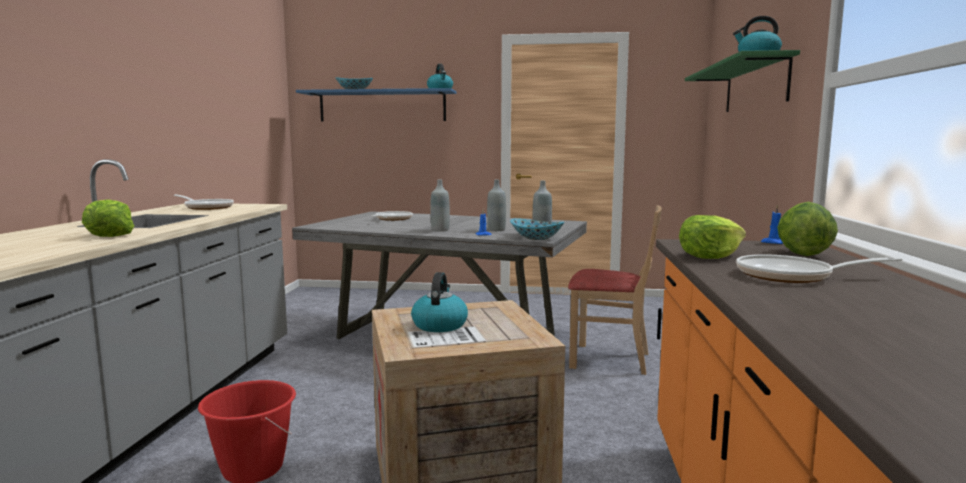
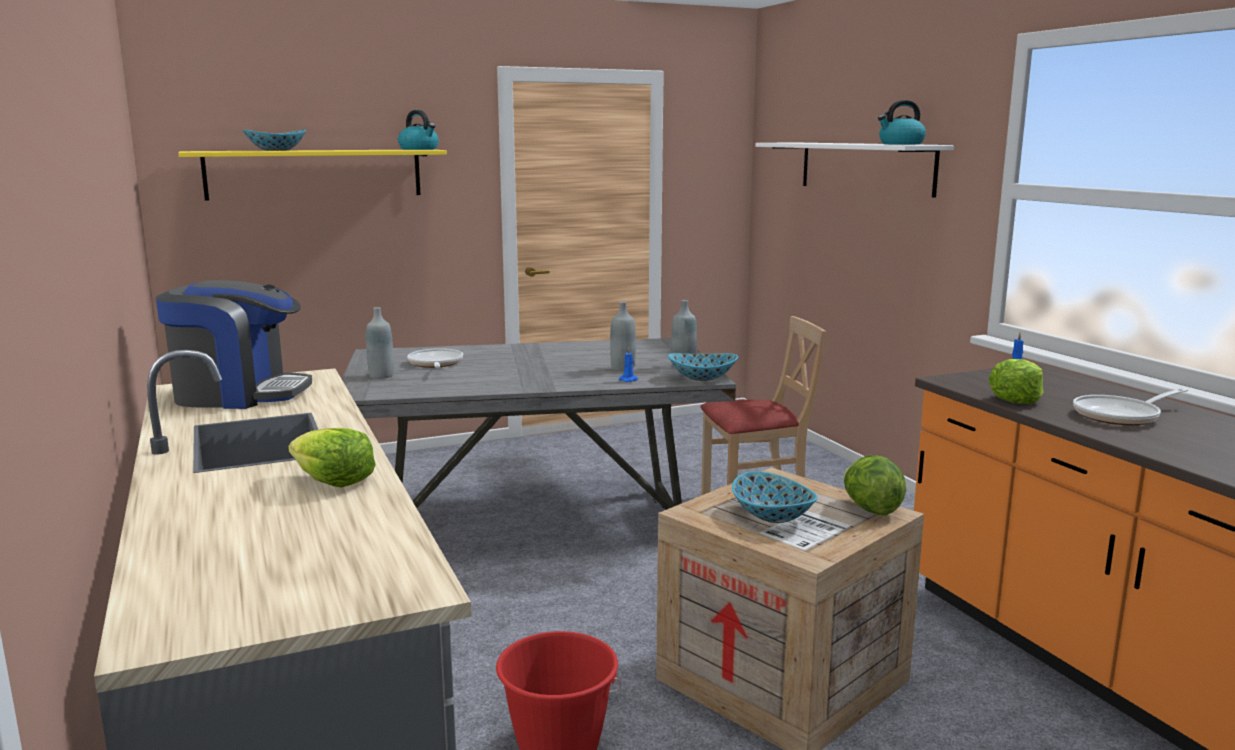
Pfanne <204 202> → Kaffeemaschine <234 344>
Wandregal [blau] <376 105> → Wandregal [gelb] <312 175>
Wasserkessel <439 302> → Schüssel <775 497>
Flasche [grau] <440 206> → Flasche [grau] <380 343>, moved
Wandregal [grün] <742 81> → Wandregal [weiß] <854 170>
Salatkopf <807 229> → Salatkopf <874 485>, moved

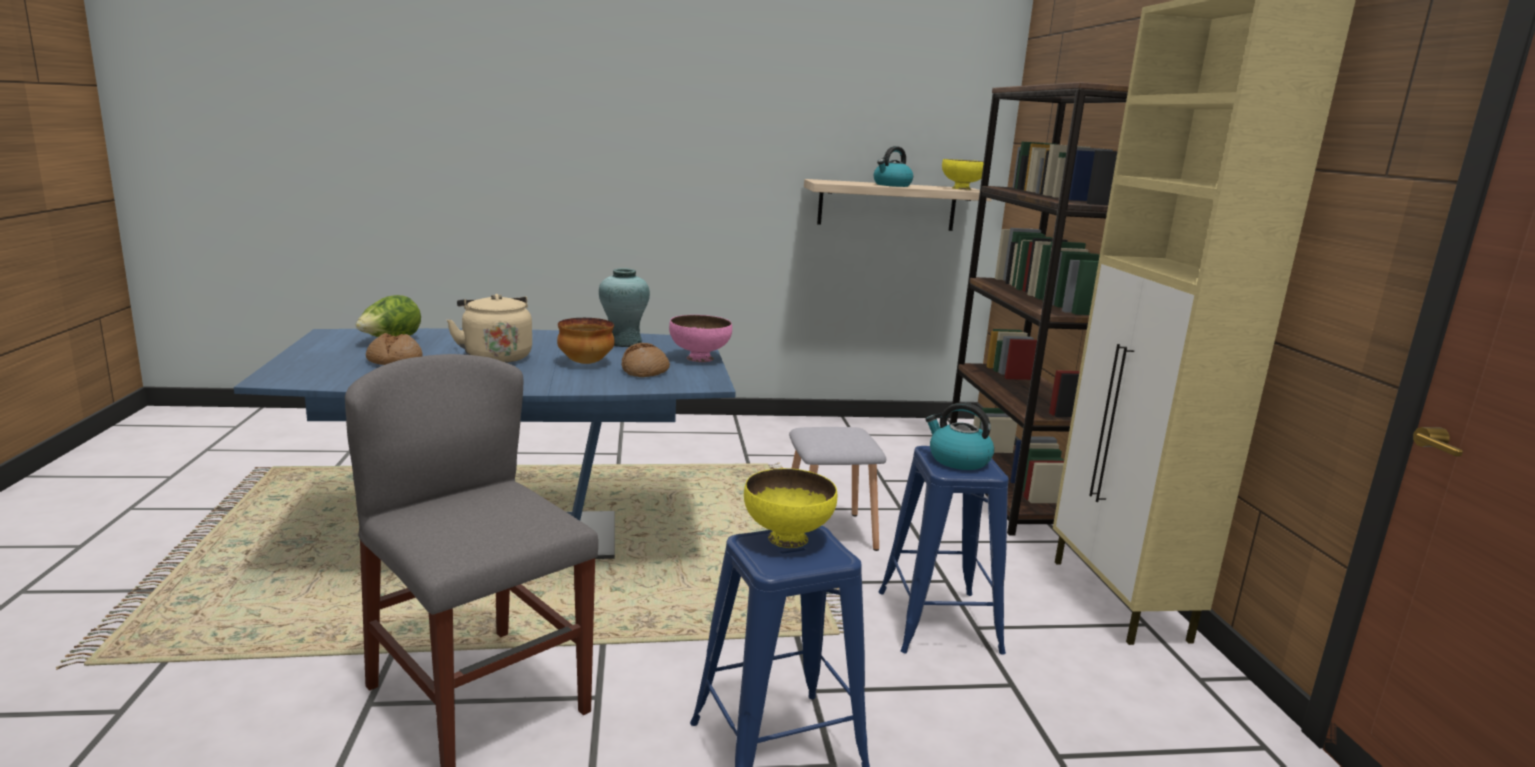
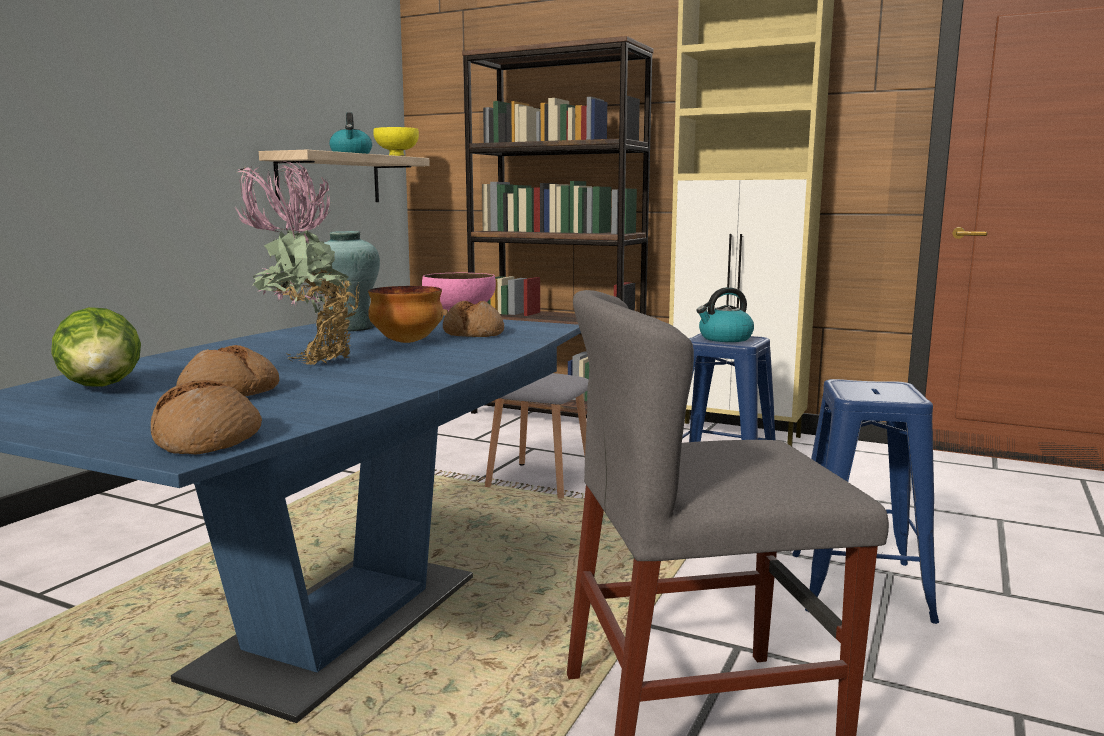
Wasserkessel [beige] <489 328> → Topfpflanze <297 263>
Schüssel [gelb] <790 508> → -
- → Brot <206 417>

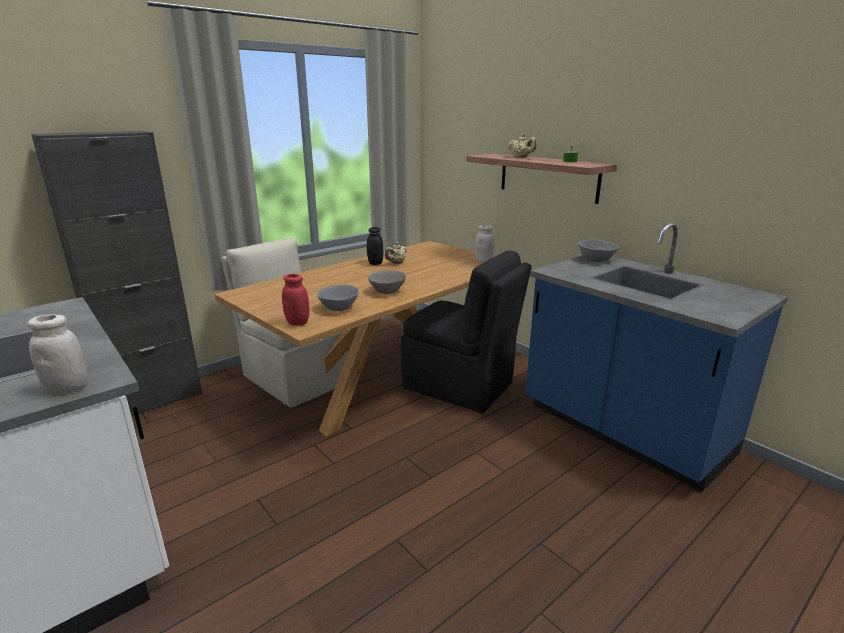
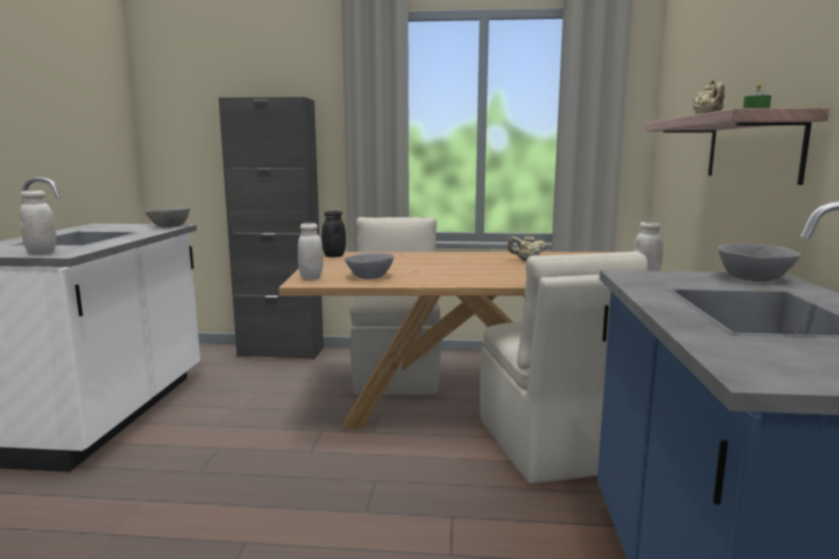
Vorratsglas [rot] <295 300> → Vorratsglas [weiß] <310 251>
Vorratsglas [schwarz] <375 246> → Vorratsglas [schwarz] <333 234>, moved
Schüssel [grau] <387 282> → Schüssel [grau] <168 217>, moved
Stuhl [schwarz] <466 331> → Stuhl [beige] <564 367>

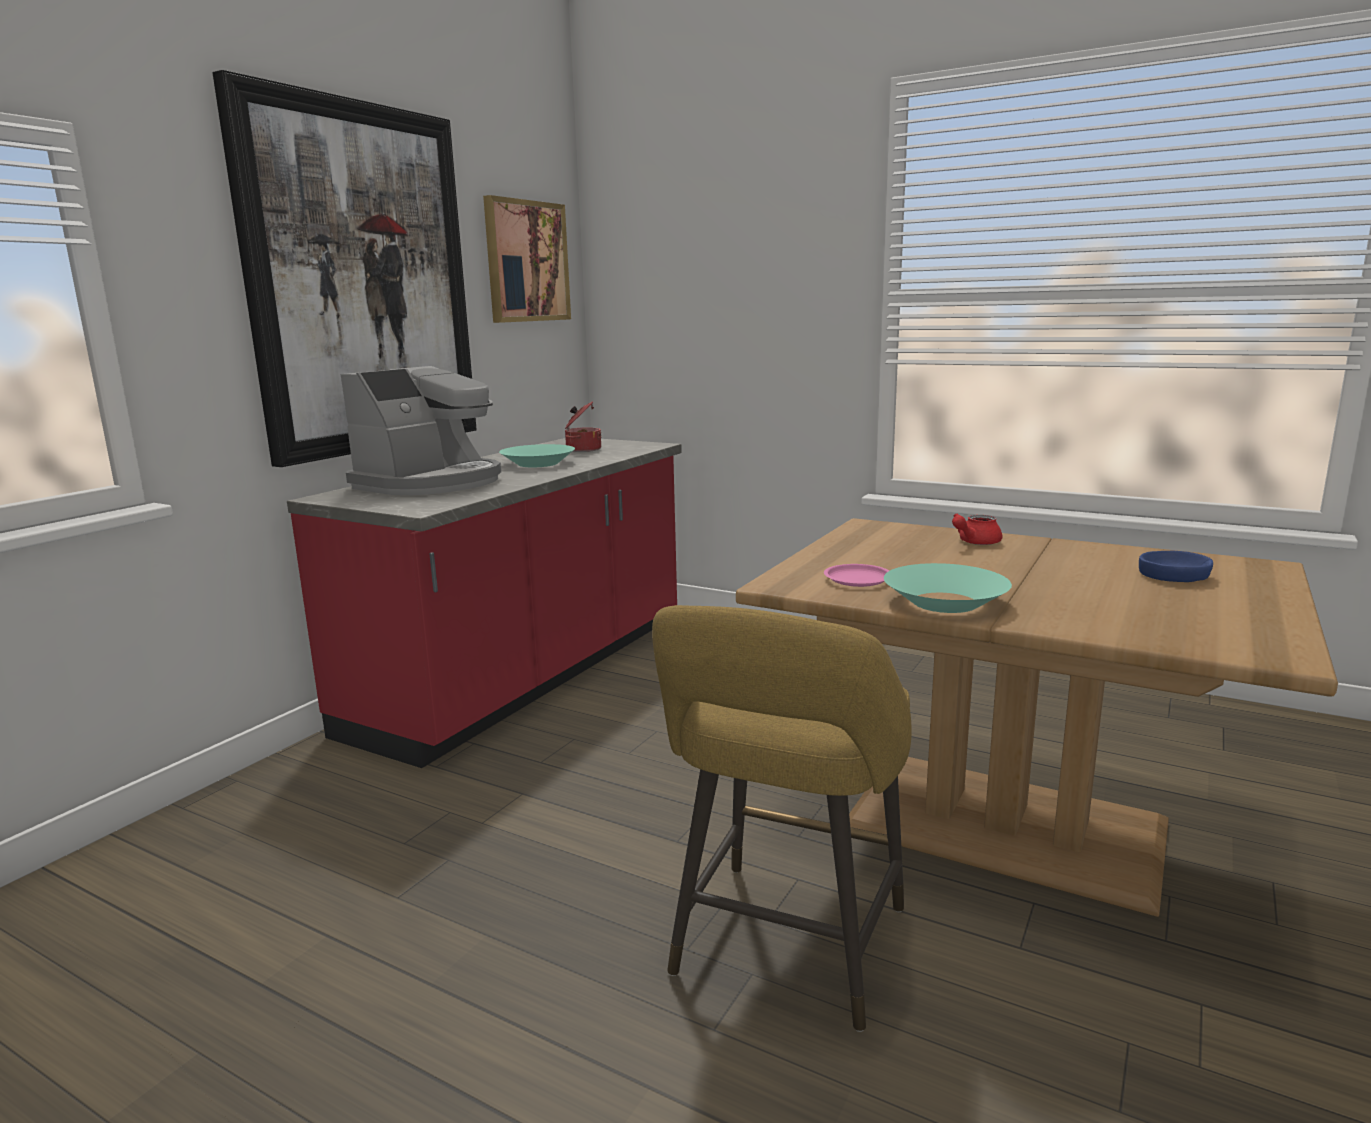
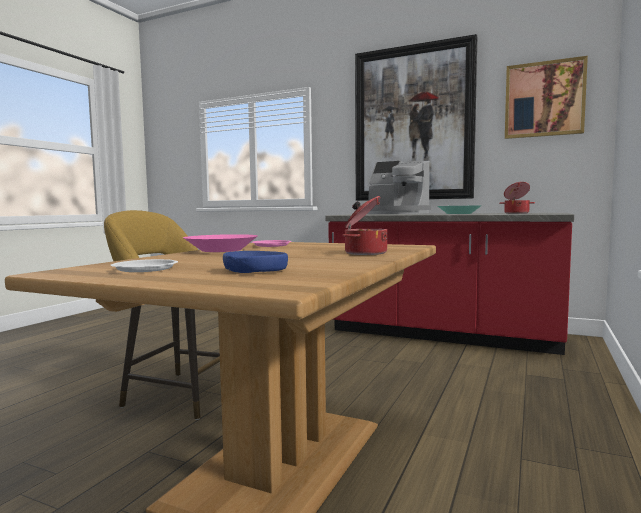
Schüssel [türkis] <948 588> → Schüssel [rosa] <220 243>
Teekanne [rot] <977 529> → Kochtopf <364 225>
- → Teller [weiß] <144 265>

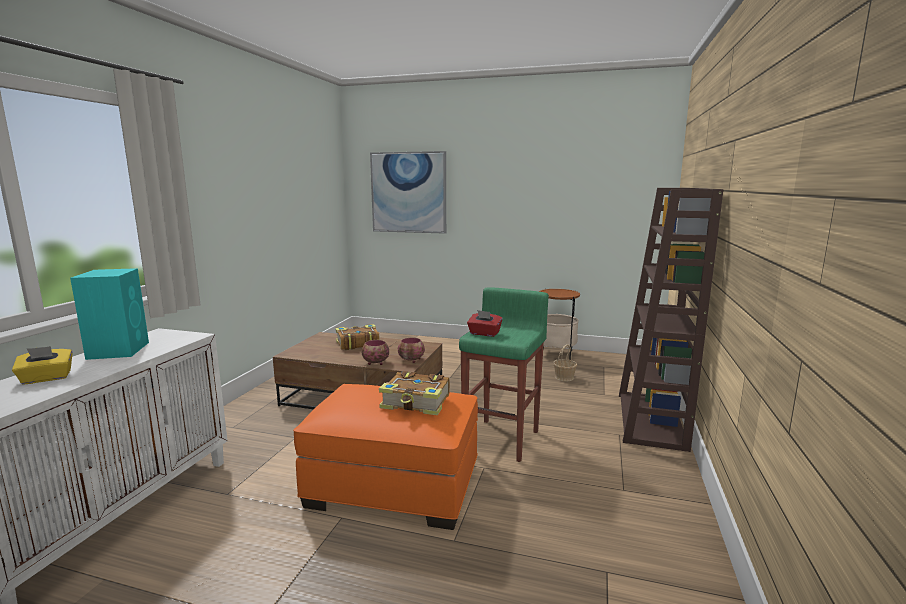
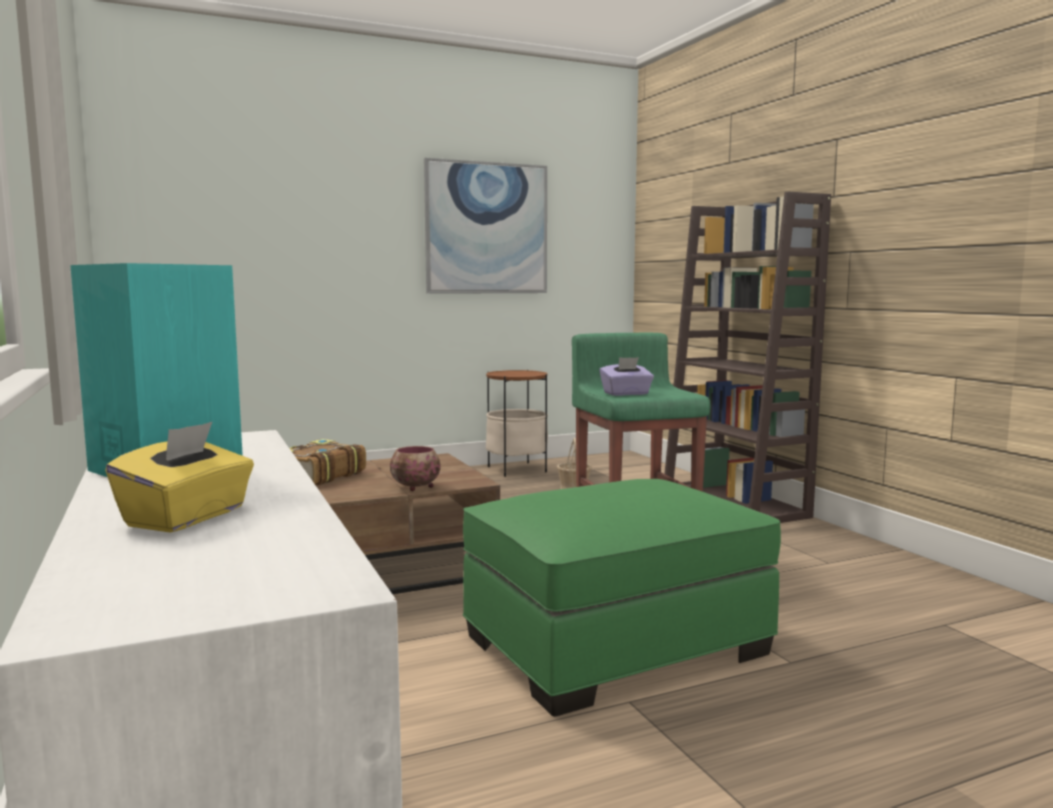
Polsterhocker [orange] <385 457> → Polsterhocker [grün] <622 598>
Bild <408 192> → Bild <485 226>, moved
Buch <414 393> → -
Schüssel <411 350> → -
Taschentuchbox [rot] <484 323> → Taschentuchbox [lila] <627 376>

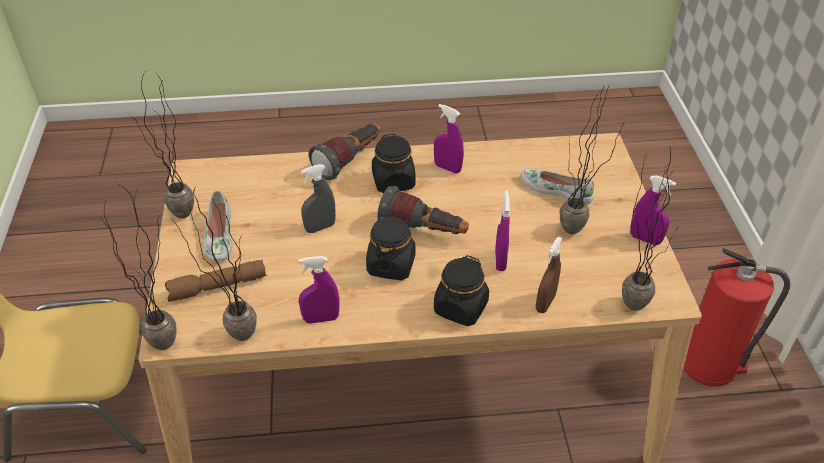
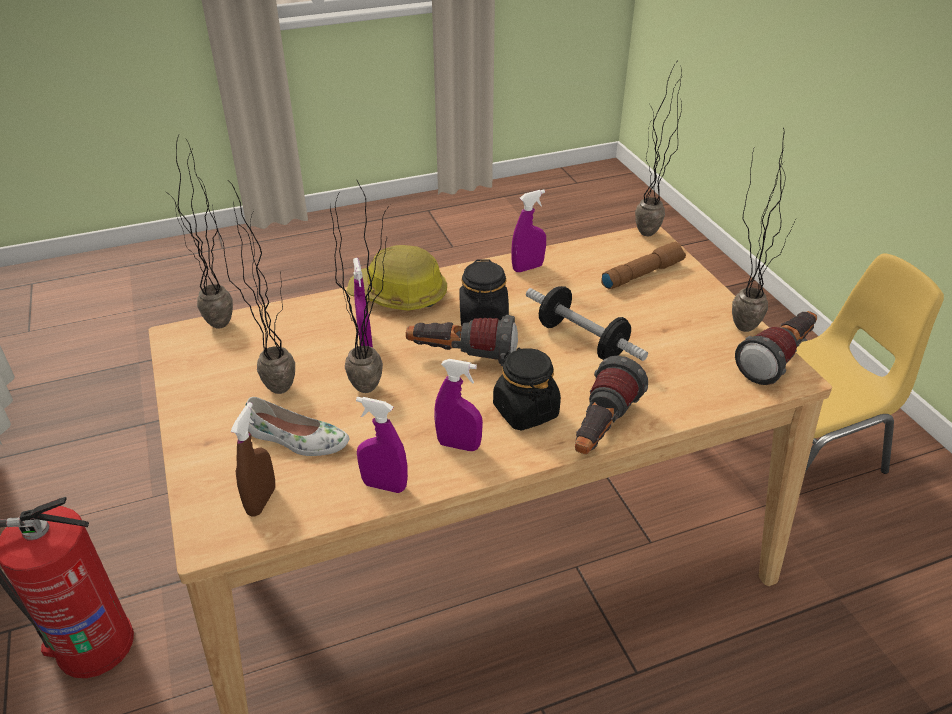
Topfpflanze <214 264> → Topfpflanze <360 286>, moved
Schuh [weiß] <217 225> → -
Sprühflasche [grau] <318 198> → Hantel <587 323>
Vorratsglas [schwarz] <461 290> → Schutzhelm <396 278>
Sprühflasche [braun] <549 275> → Sprühflasche [braun] <252 459>, moved
Sprühflasche [lila] <653 210> → Sprühflasche [lila] <382 445>, moved
- → Taschenlampe <776 348>

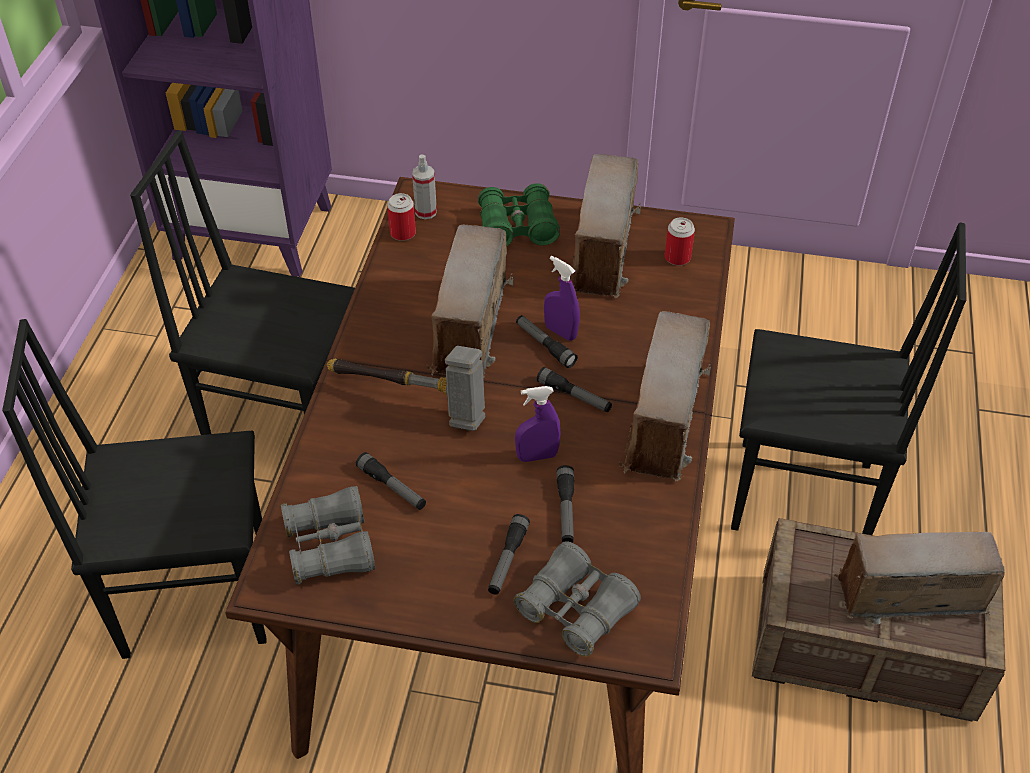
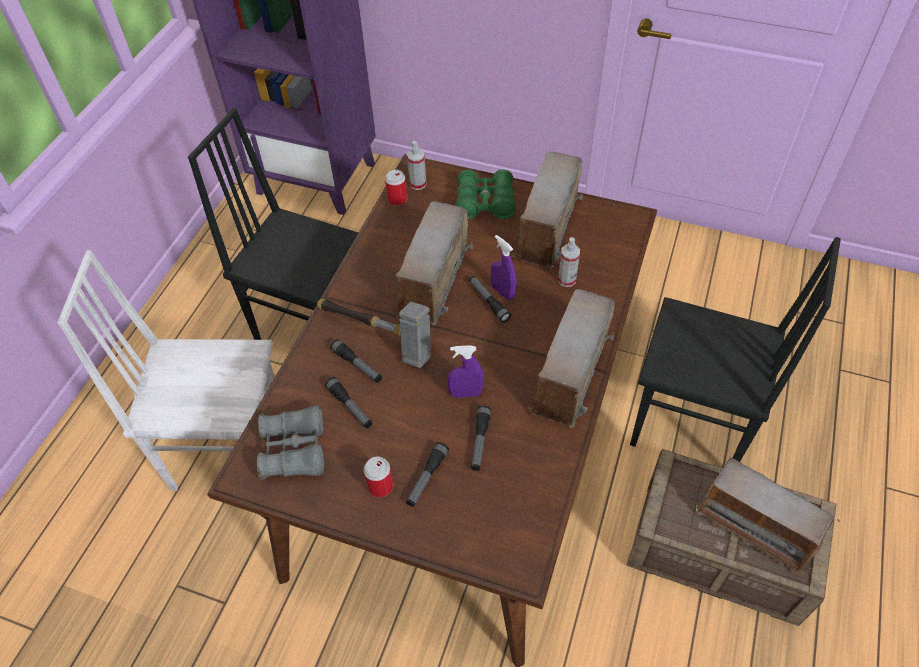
Stuhl [schwarz] <134 489> → Stuhl [weiß] <166 370>
Fernglas [grau] <577 599> → -
Taschenlampe <574 389> → Taschenlampe <356 361>, moved
Dose <680 242> → Dose <378 476>, moved
Radio <919 578> → Radio <768 516>, 150 degrees counterclockwise
- → Sprühflasche <569 262>

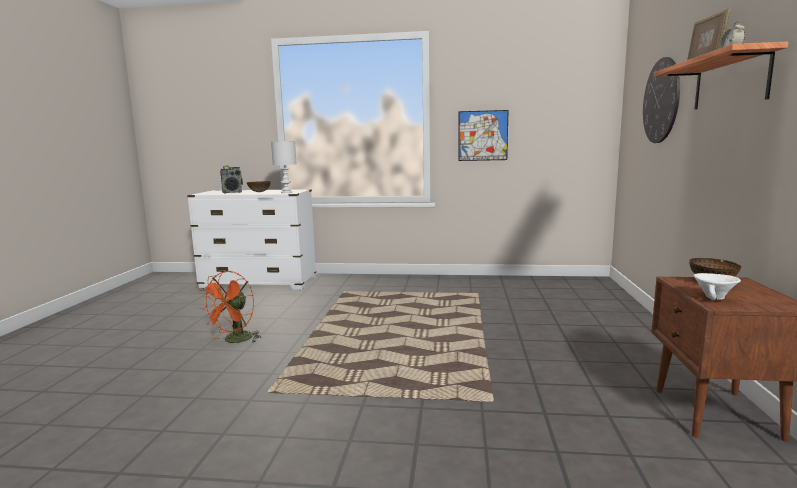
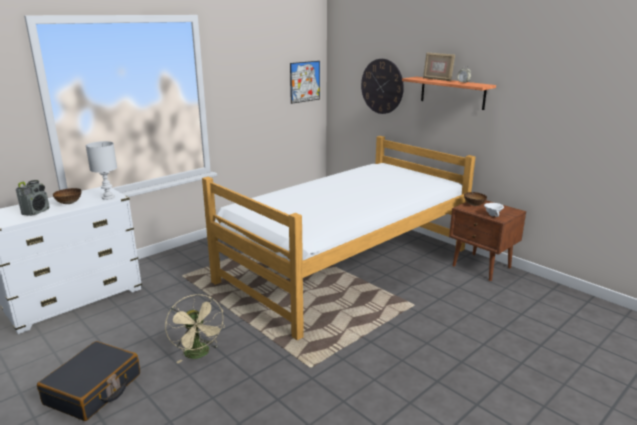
Ventilator [orange] <230 307> → Ventilator [beige] <195 328>
Bild <483 135> → Bild <305 82>, moved
- → Koffer [schwarz] <88 381>
- → Bett <339 238>

